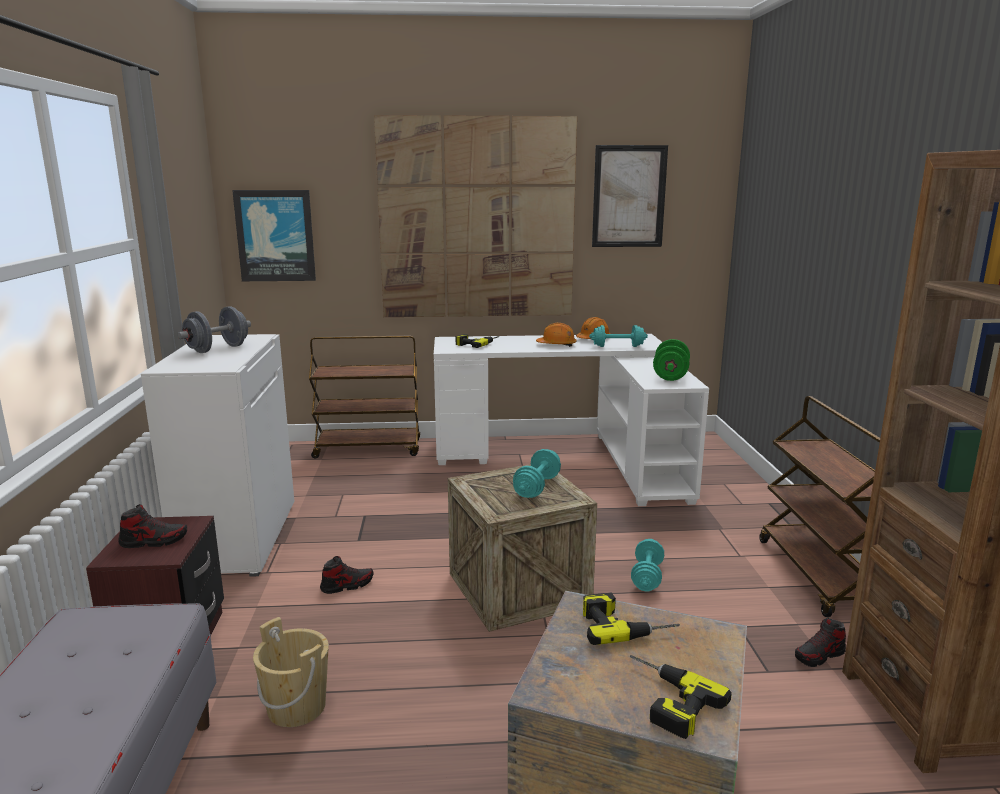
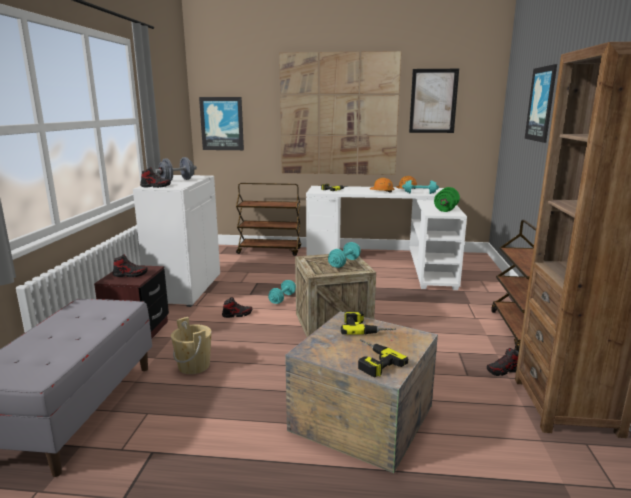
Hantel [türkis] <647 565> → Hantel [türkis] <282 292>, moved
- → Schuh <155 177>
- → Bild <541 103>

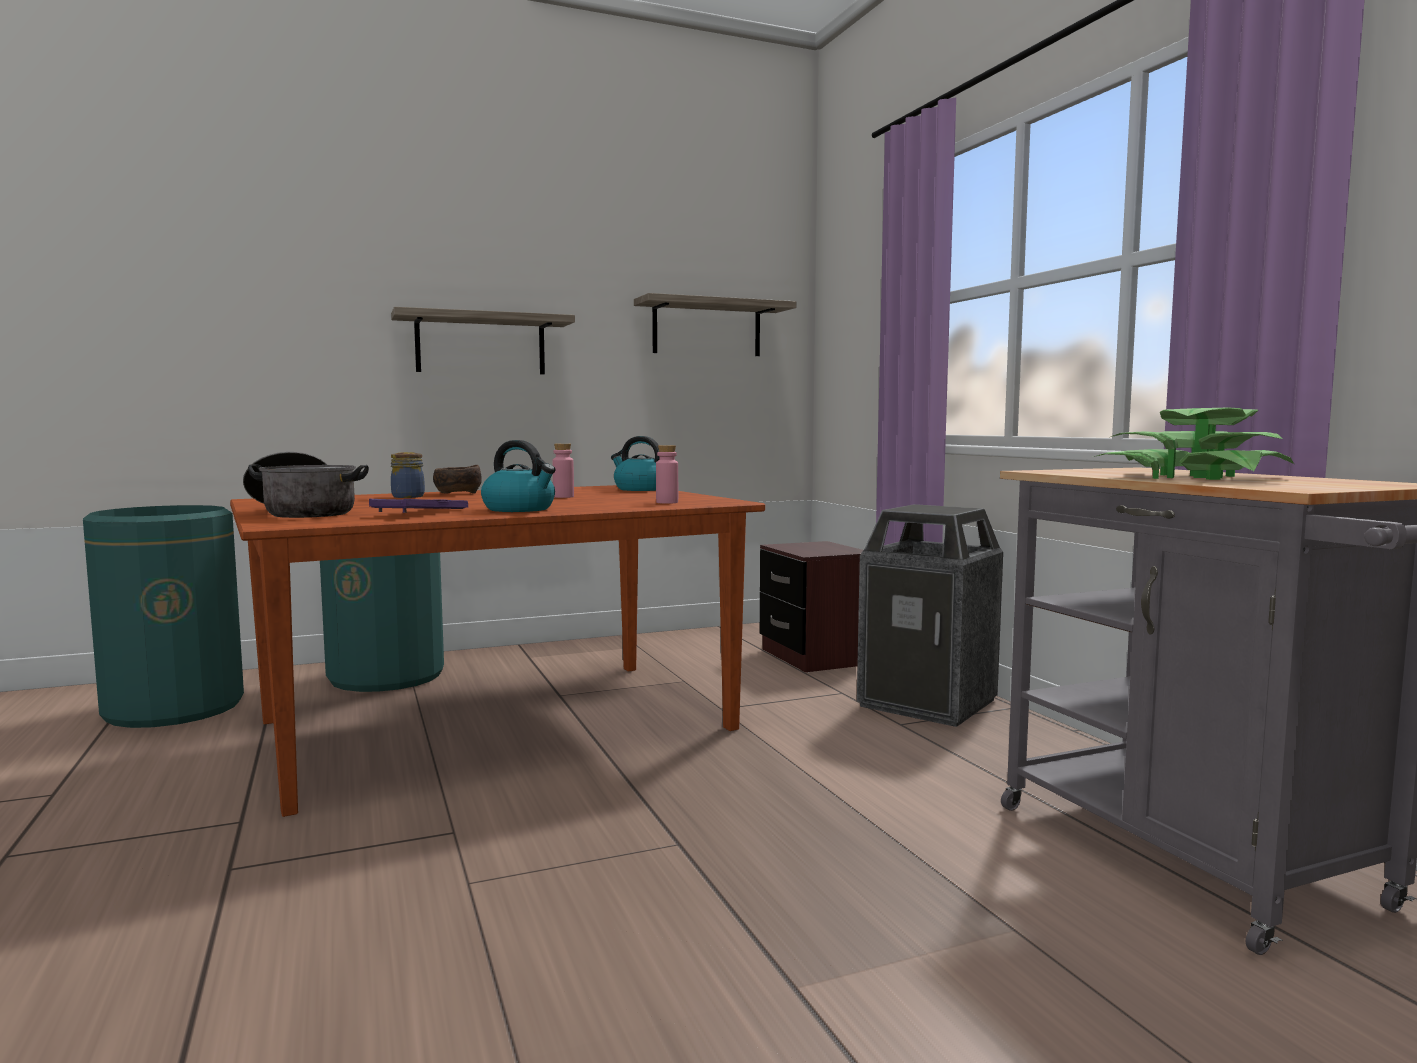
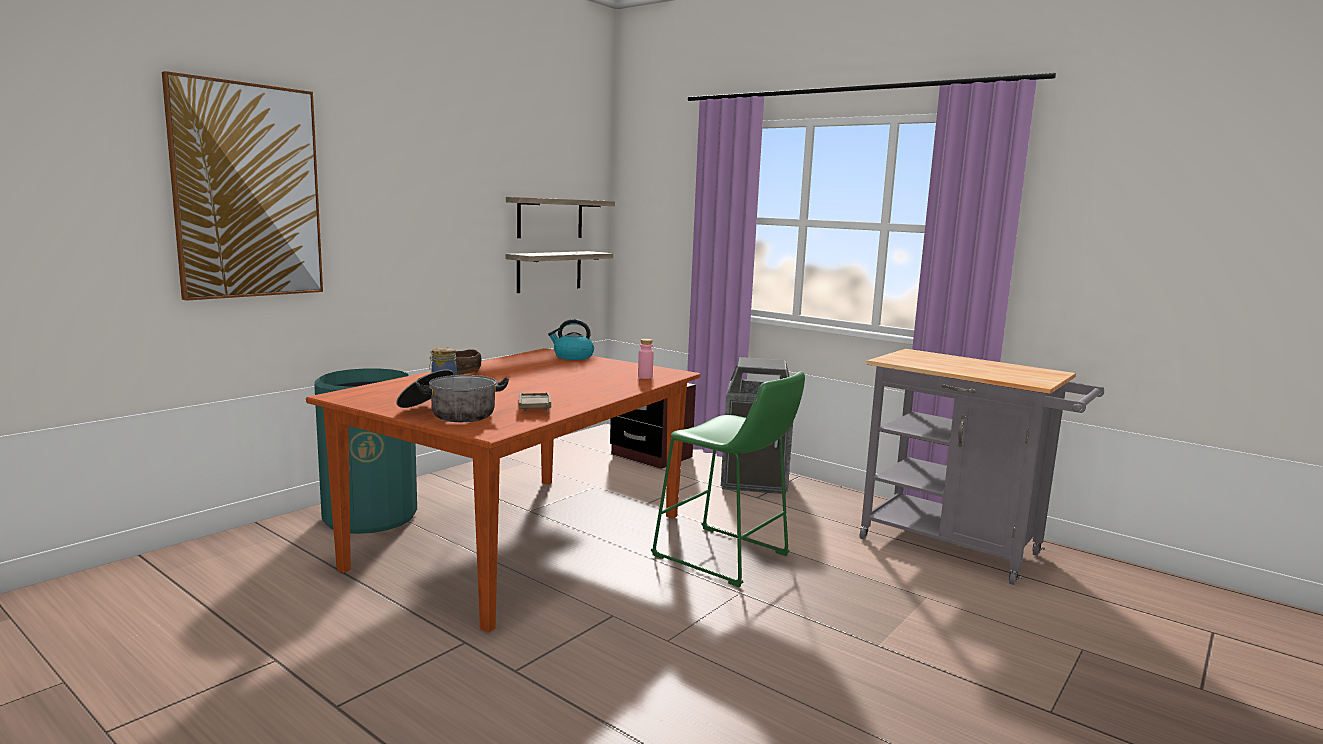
Mülleimer [grün] <163 616> → -
Tablett [lila] <418 506> → Tablett [braun] <535 401>
Wandregal <483 340> → Wandregal <559 272>, moved
Wasserkessel <518 476> → -
Flasche [rosa] <563 470> → -
Topfpflanze <1194 443> → -
- → Bild <242 186>
- → Hocker [grün] <728 479>

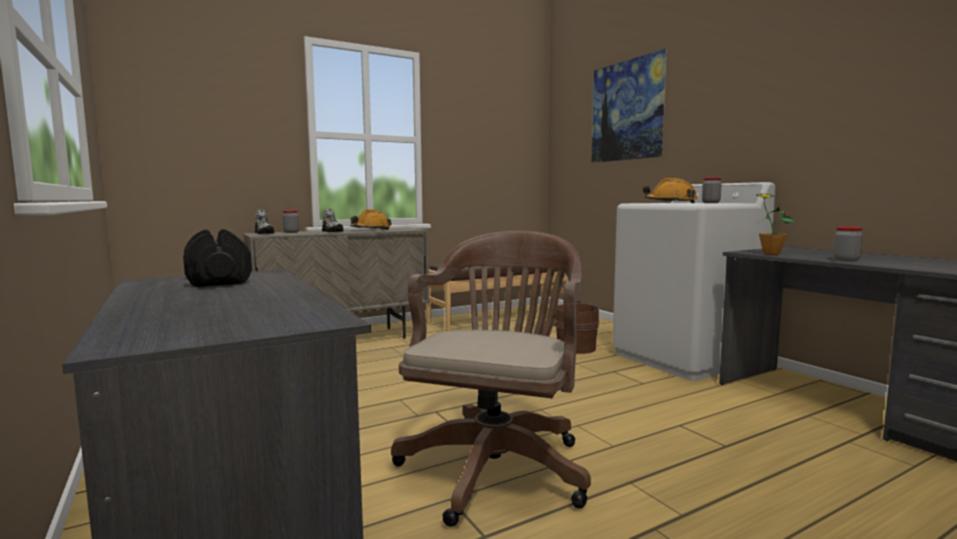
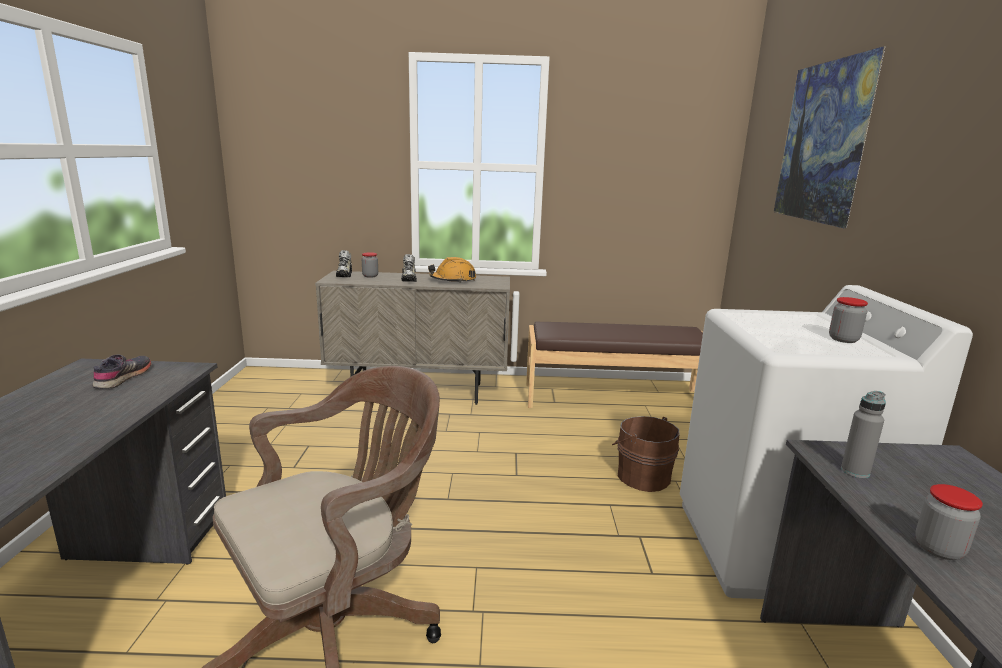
Hantel [schwarz] <217 258> → Schuh [grau] <122 372>
Schutzhelm [orange] <670 190> → -
Topfpflanze <776 224> → Flasche [grau] <863 434>

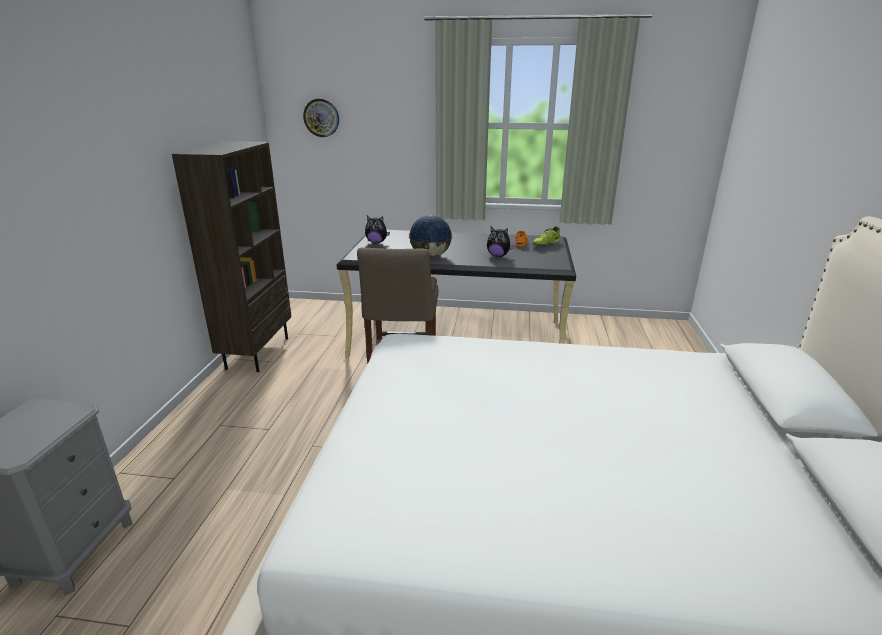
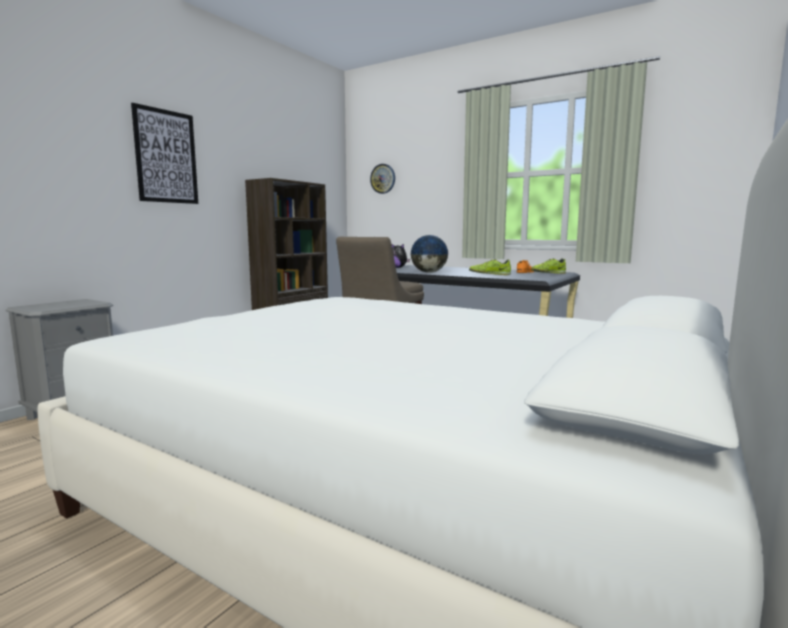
Plüschtier <500 242> → Schuh <490 267>
- → Bild <164 153>

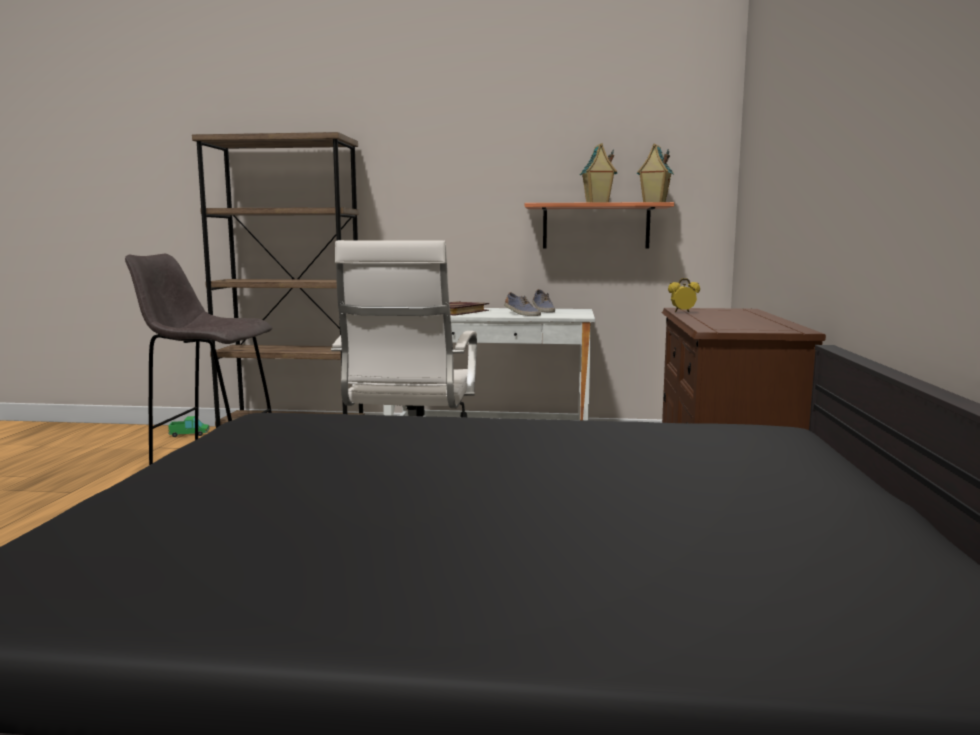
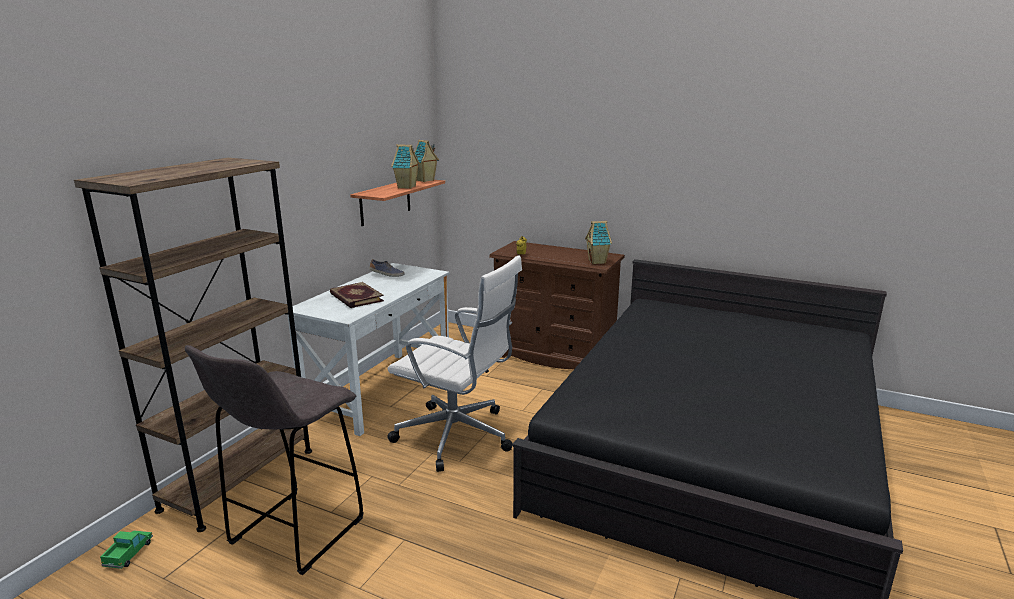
Schuh <522 304> → -
- → Spielzeughaus <598 242>

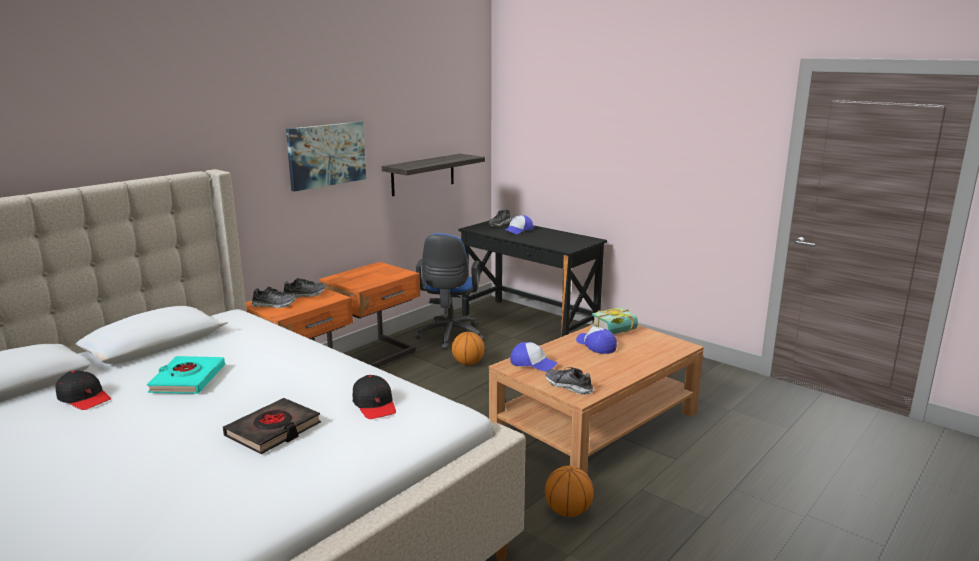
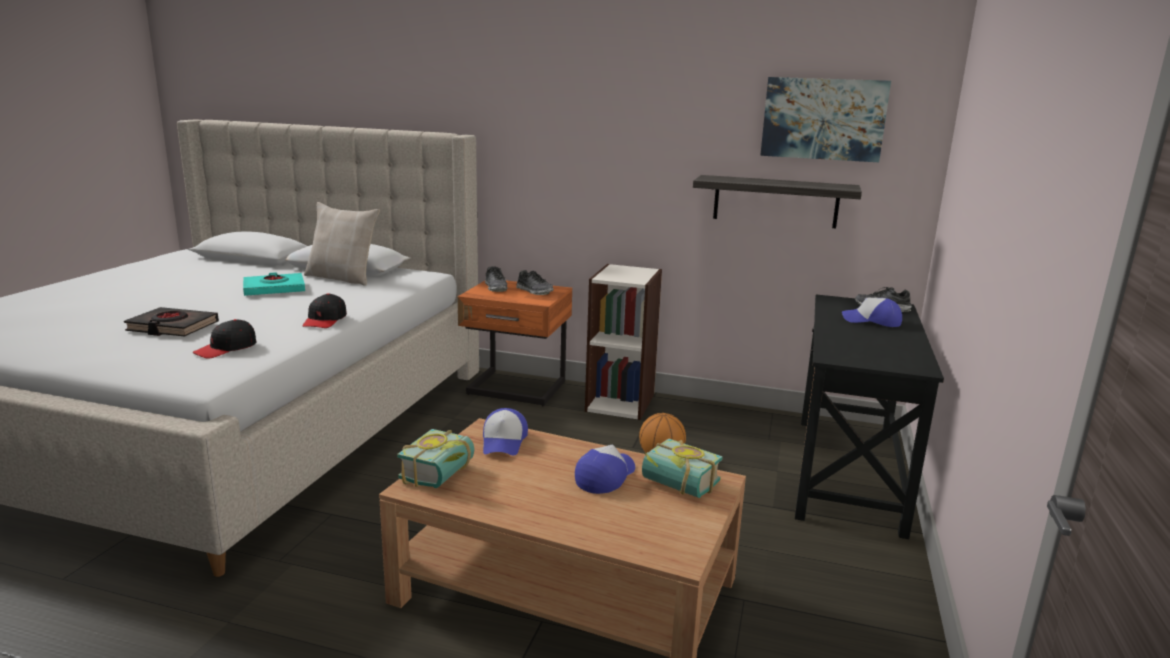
Kappe [schwarz] <83 390> → Kappe [schwarz] <325 310>, moved
Bild <326 157> → Bild <825 119>, moved
Nachttisch [orange] <369 315> → Bücherregal <623 342>
Bürostuhl [blau] <449 291> → -
Schuh <569 381> → Buch <436 458>
Basketball <569 491> → -
- → Kissen [beige] <342 244>

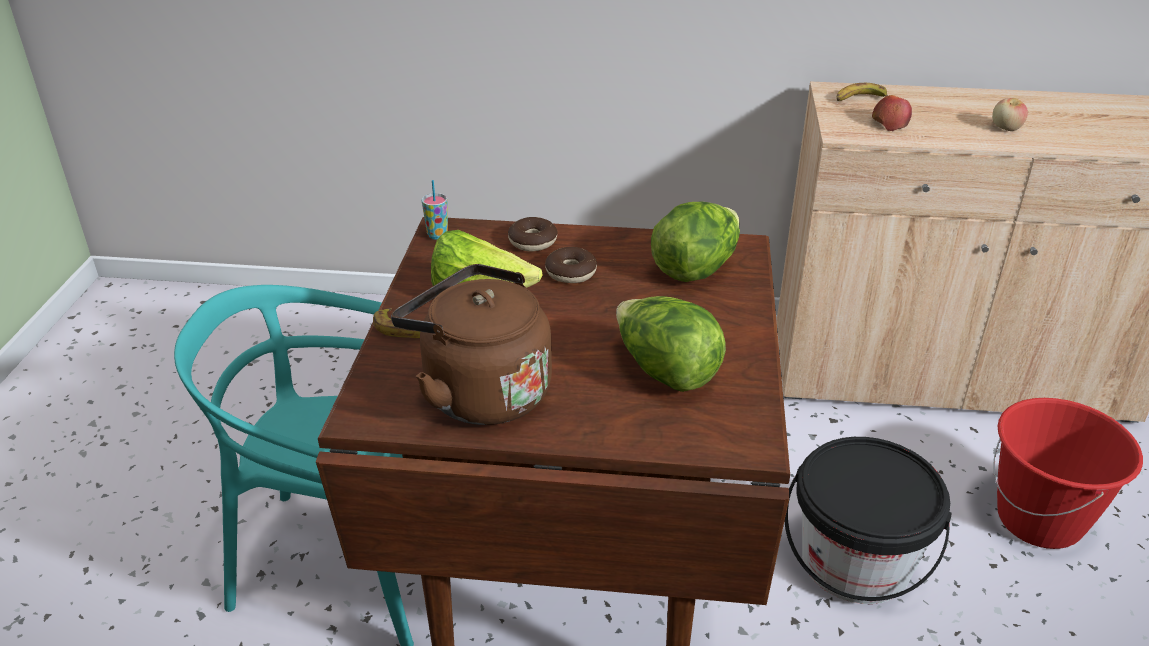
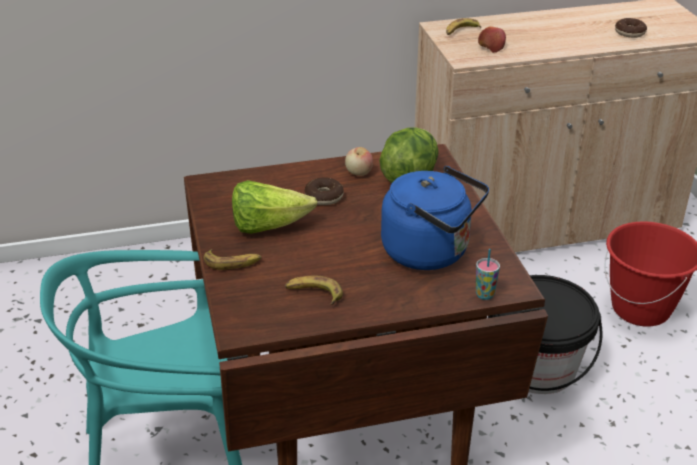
Wasserkessel [braun] <471 344> → Banane <314 290>
Tasse <435 210> → Tasse <488 274>, moved
Donut <533 234> → Donut <631 28>, moved
Salatkopf <671 344> → Wasserkessel [blau] <435 218>
Apfel <1010 114> → Apfel <359 161>, moved

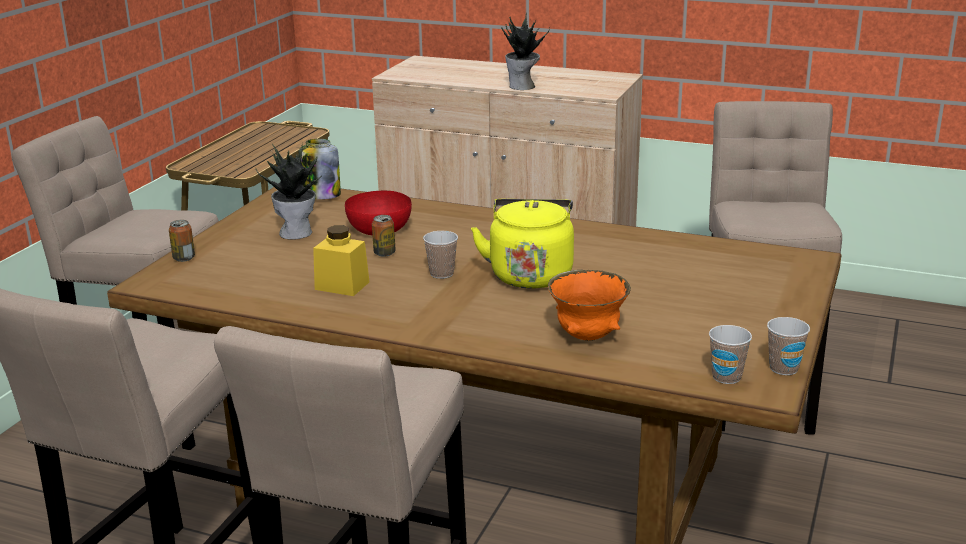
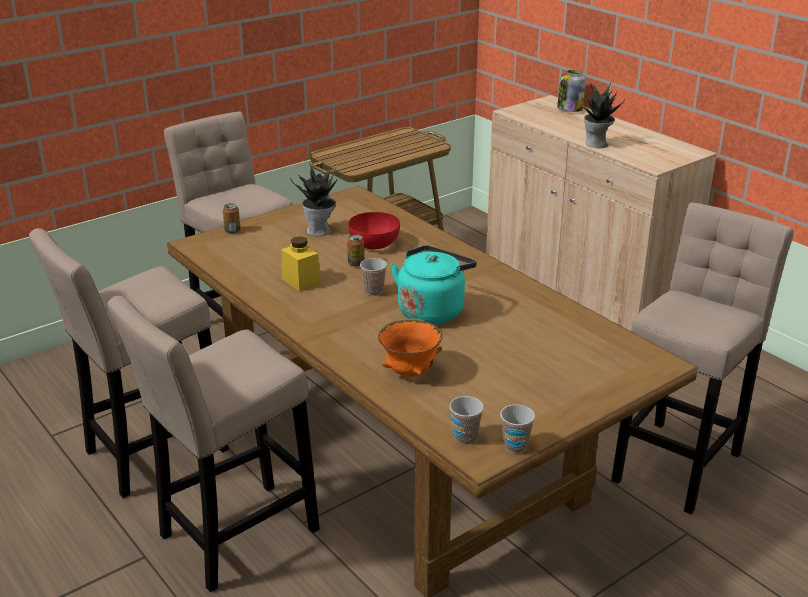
Vorratsglas <320 169> → Vorratsglas <571 91>, moved
Wasserkessel [gelb] <522 244> → Wasserkessel [türkis] <434 284>

